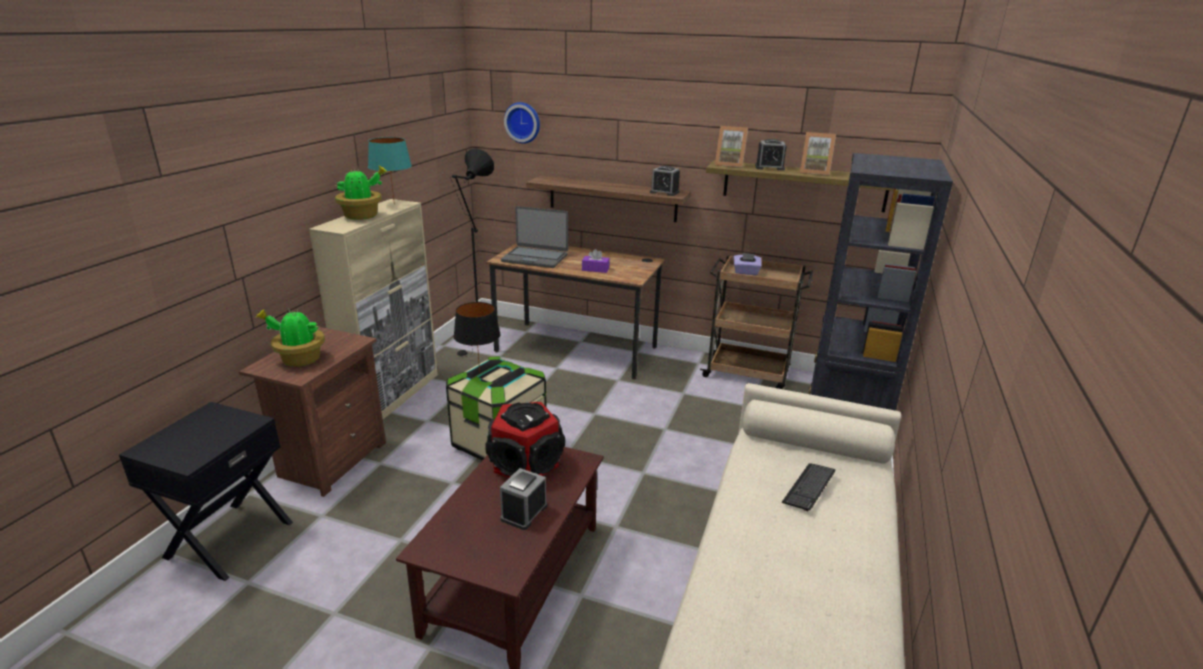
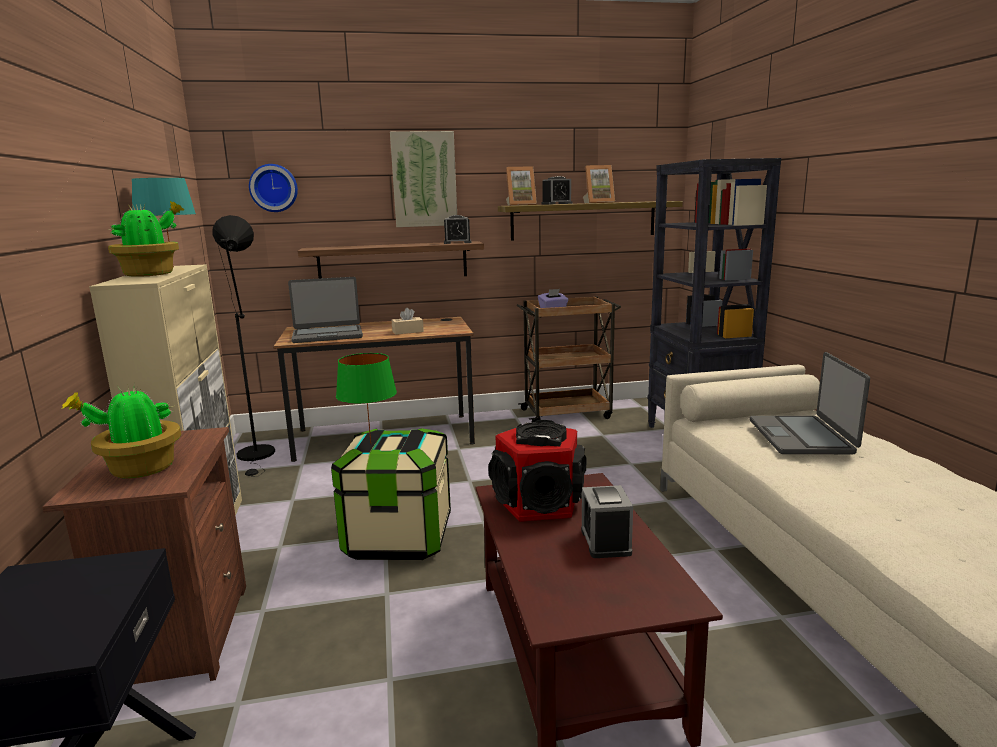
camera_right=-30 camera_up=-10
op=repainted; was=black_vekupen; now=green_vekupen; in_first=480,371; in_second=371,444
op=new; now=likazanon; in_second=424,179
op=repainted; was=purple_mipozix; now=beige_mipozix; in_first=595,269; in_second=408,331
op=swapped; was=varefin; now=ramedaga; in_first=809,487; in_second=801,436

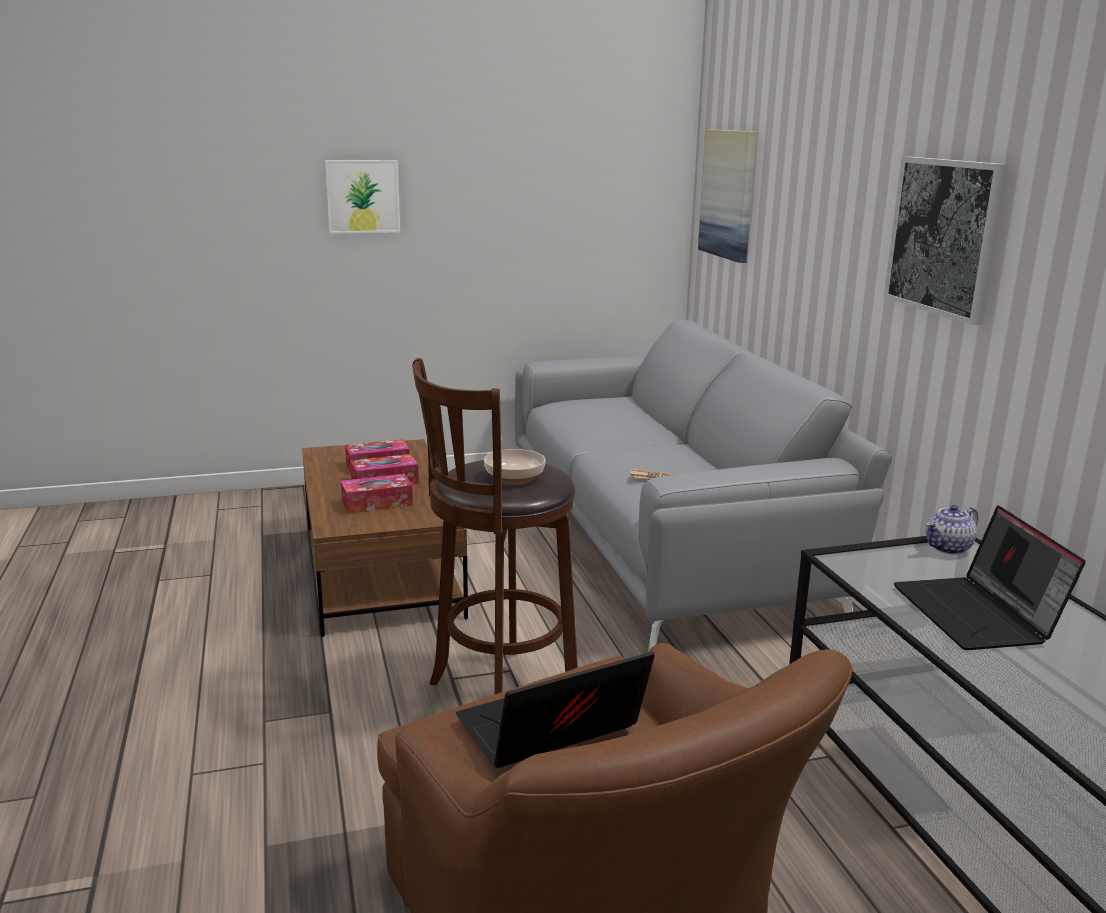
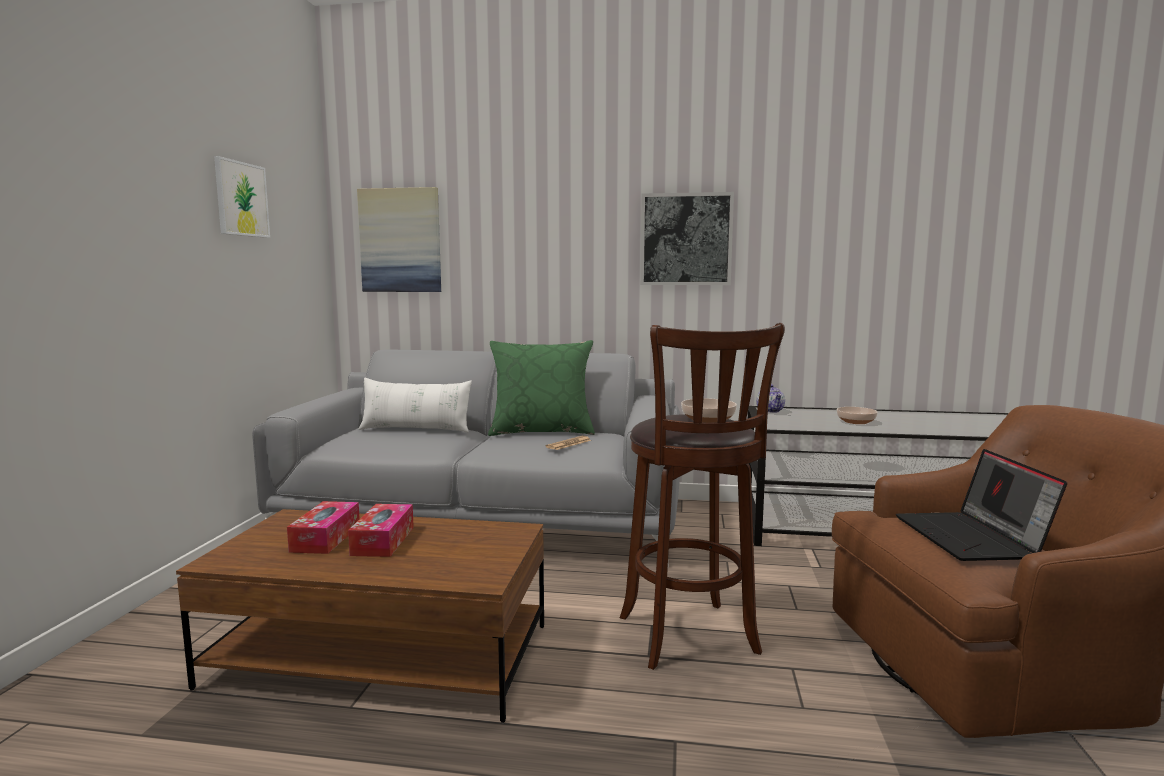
camera_right=-65 camera_up=-10
op=shifted; was=likazanon; in_first=363,196; in_second=241,199
op=new; now=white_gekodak; in_second=415,429
op=new; now=green_gekodak; in_second=542,431
op=swapped; was=ramedaga; now=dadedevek; in_first=978,615; in_second=856,421
op=gone; was=mipozix; in_first=377,503

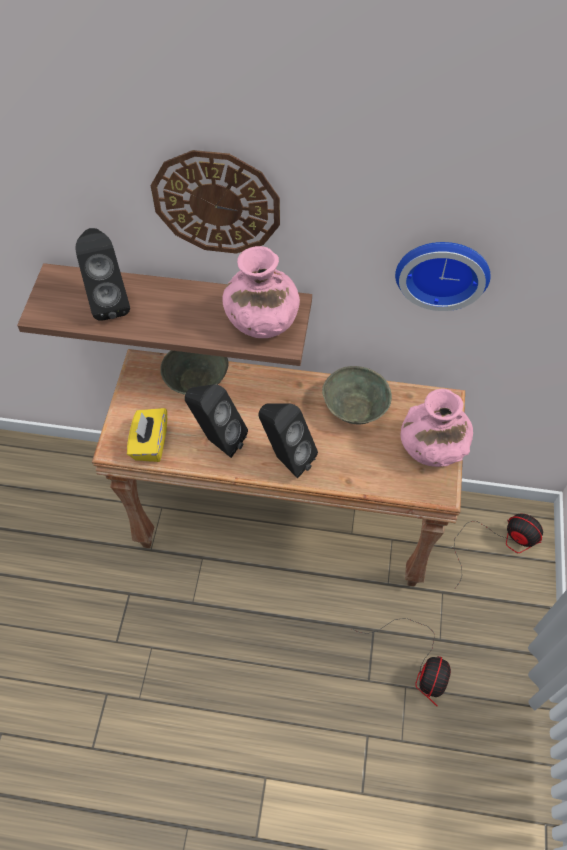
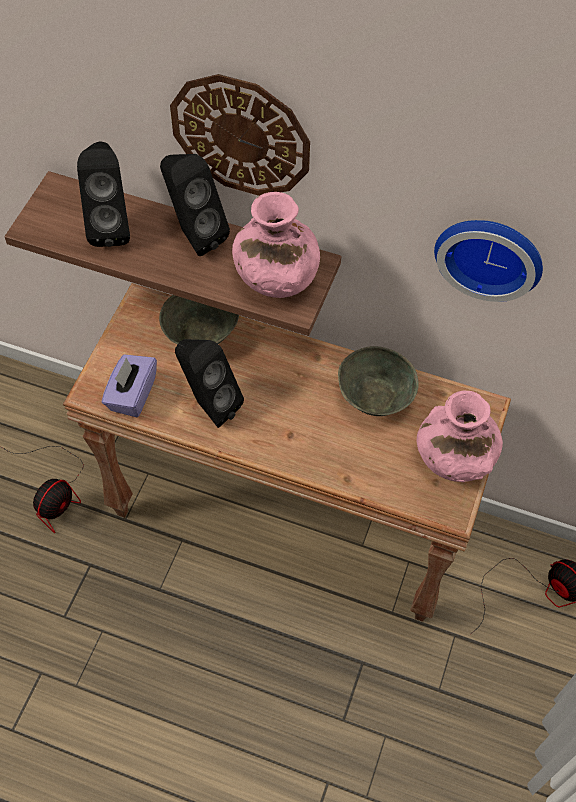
camera_right=10 camera_up=0
op=shifted; was=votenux; in_first=419,664; in_second=55,492
op=repainted; was=yellow_mipozix; now=purple_mipozix; in_first=150,443; in_second=132,395
op=shifted; was=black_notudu; in_first=285,458; in_second=194,235

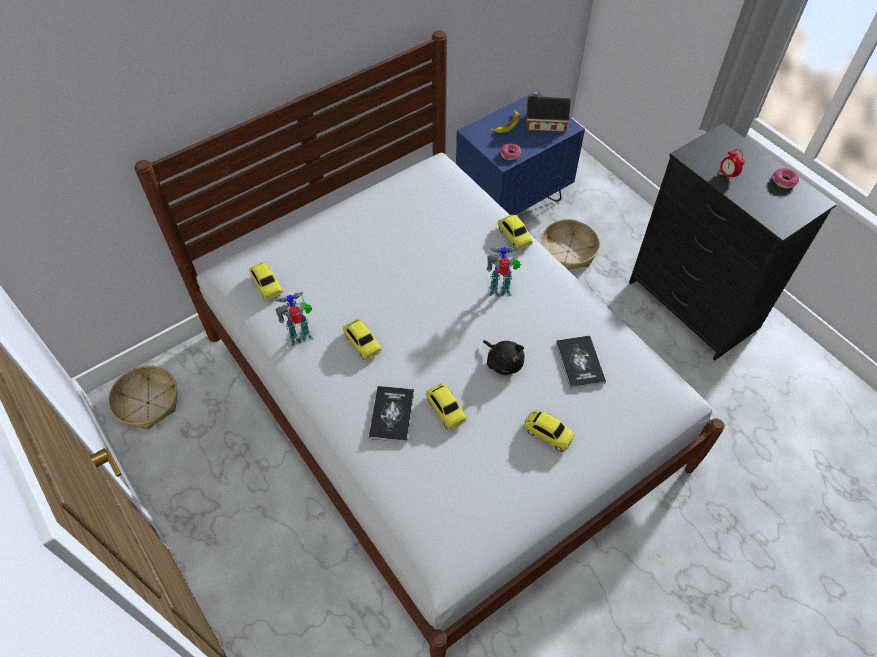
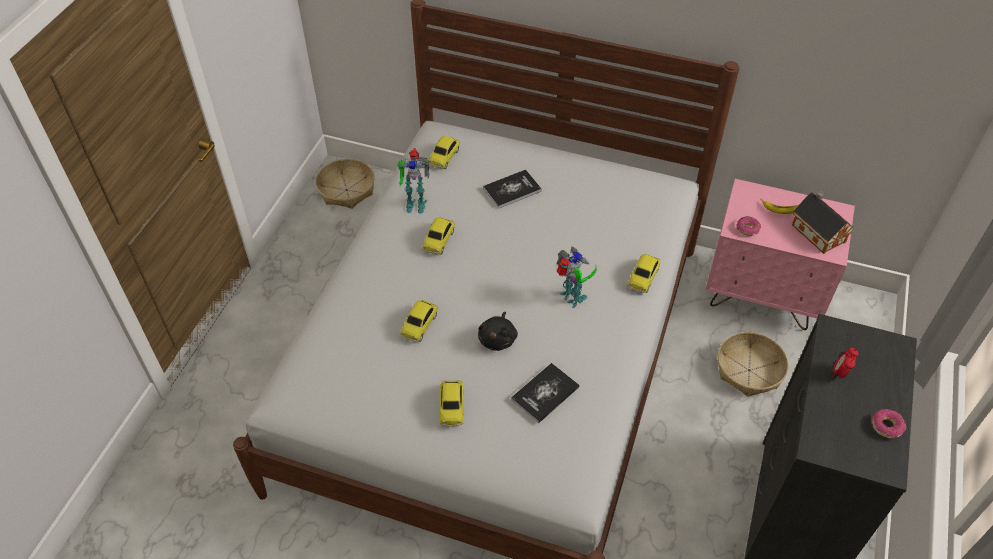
camera_right=55 camera_up=-5
op=rotated; was=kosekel; in_first=302,337; in_second=415,203; clockwise=150
op=shifted; was=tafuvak; in_first=392,414; in_second=512,190
op=repainted; was=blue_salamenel; now=pink_salamenel; in_first=512,202; in_second=762,295

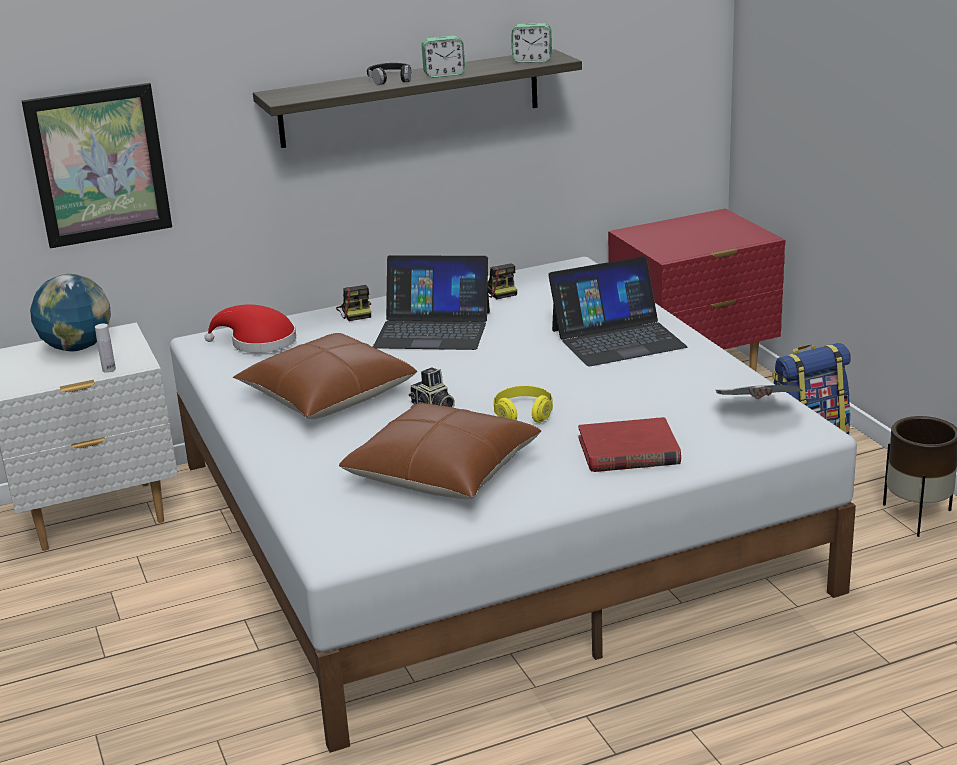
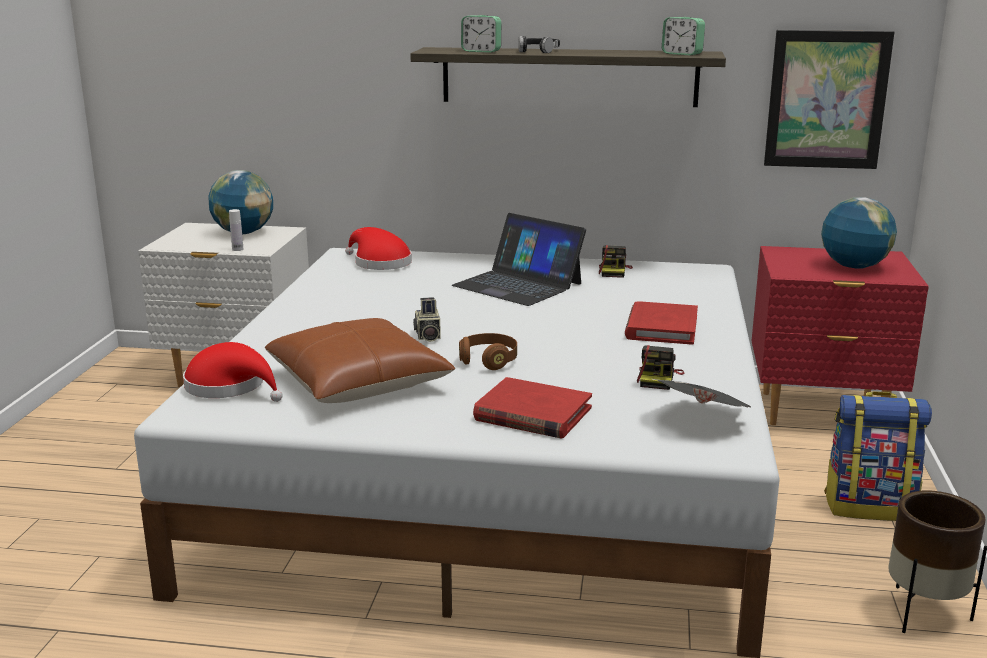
camera_right=30 camera_up=-5
op=new; now=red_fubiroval; in_second=230,387
op=repainted; was=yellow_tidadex; now=brown_tidadex; in_first=523,415; in_second=488,361
op=shifted; was=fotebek; in_first=444,74; in_second=481,51
op=swapped; was=ramedaga; now=red_tafuvak; in_first=617,338; in_second=661,328
op=shifted; was=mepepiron; in_first=356,312; in_second=658,378
op=shifted; was=likazanon; in_first=99,165; in_second=826,100
op=new; now=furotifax; in_second=854,266
op=gone; was=brown_gekodak; in_first=327,395

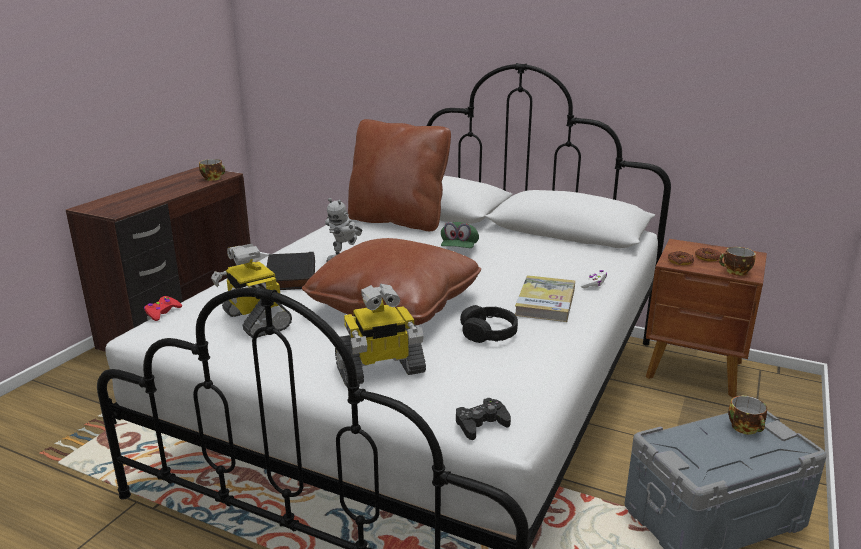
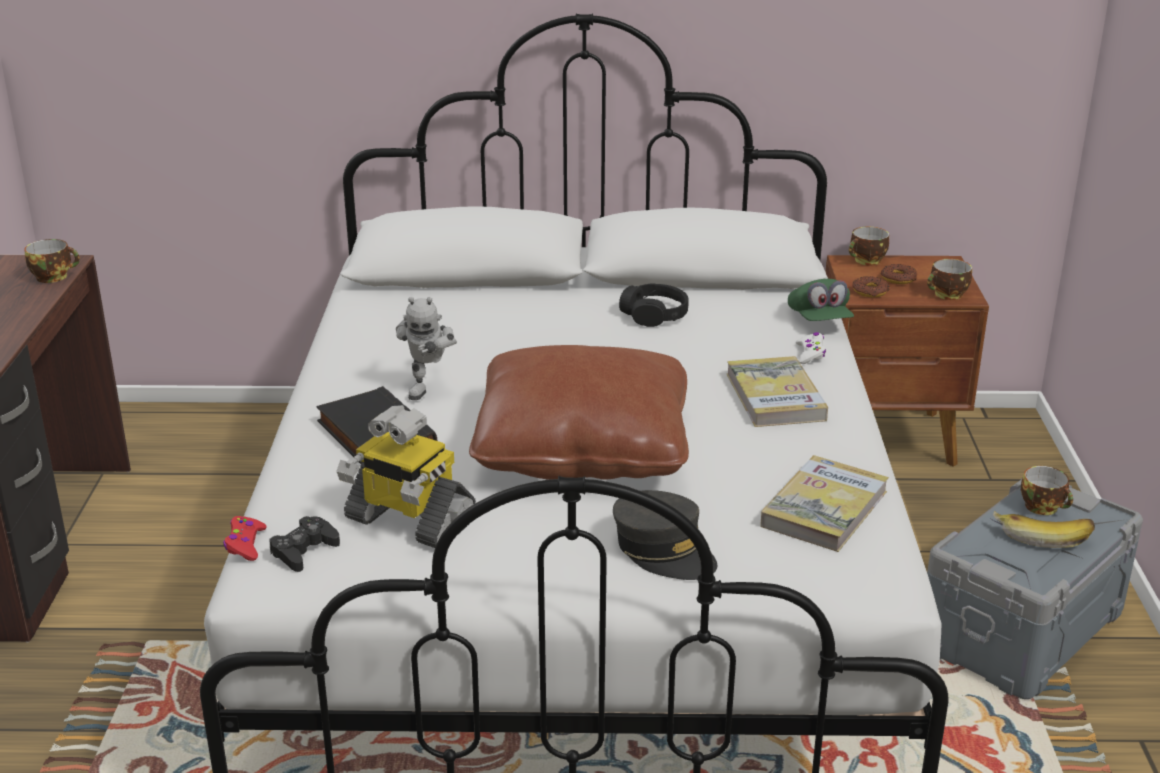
camera_right=-25 camera_up=5
op=shifted; was=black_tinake; in_first=481,424; in_second=304,551
op=swapped; was=kosekel; now=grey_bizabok; in_first=380,370; in_second=664,550
op=shifted; was=black_tidadex; in_first=489,333; in_second=654,314
op=new; now=tafuvak; in_second=824,508
op=shifted; was=green_bizabok; in_first=459,250; in_second=819,320
op=new; now=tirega; in_second=867,261
op=new; now=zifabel; in_second=1042,536
op=gone; was=brown_gekodak; in_first=398,221

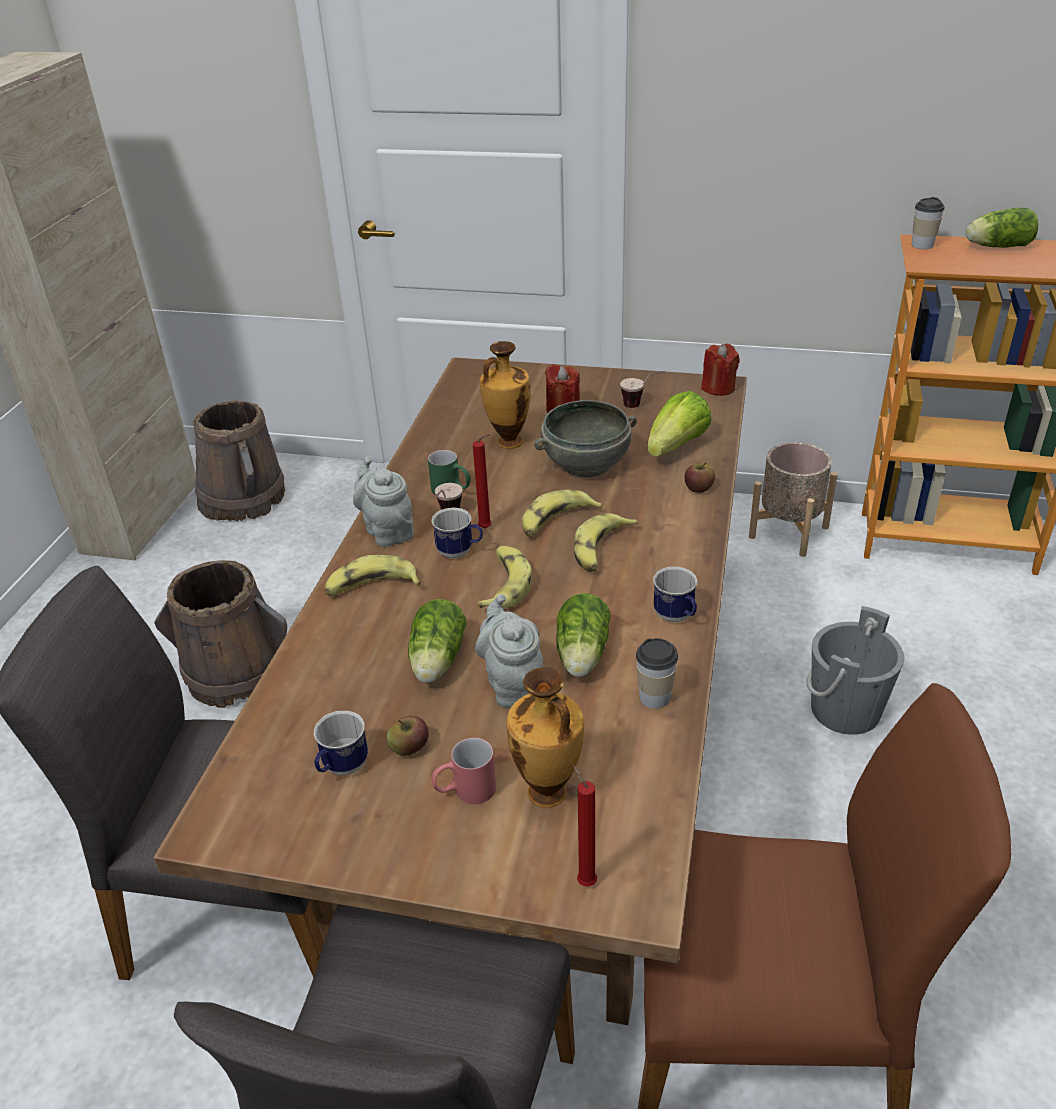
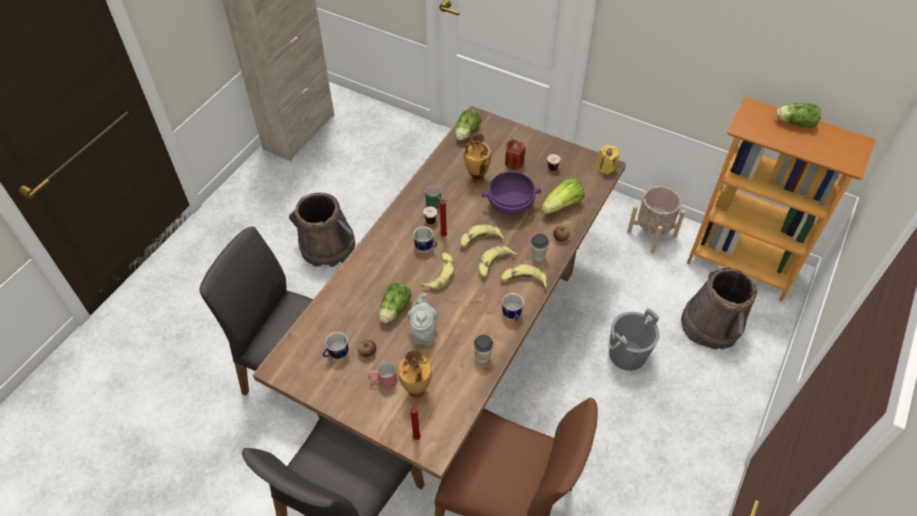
camera_right=15 camera_up=15
op=shifted; was=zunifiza; in_first=582,656; in_second=466,133
op=repainted; was=grey_dadedevek; now=purple_dadedevek; in_first=586,463; in_second=510,205
op=shifted; was=zifabel; in_first=371,587; in_second=523,280
op=shifted; was=tirega; in_first=922,245; in_second=538,256
op=repainted; was=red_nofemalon; now=yellow_nofemalon; in_first=718,388; in_second=605,167
op=shifted; was=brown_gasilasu; in_first=243,498; in_second=711,325
op=gone; was=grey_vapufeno; in_first=387,530

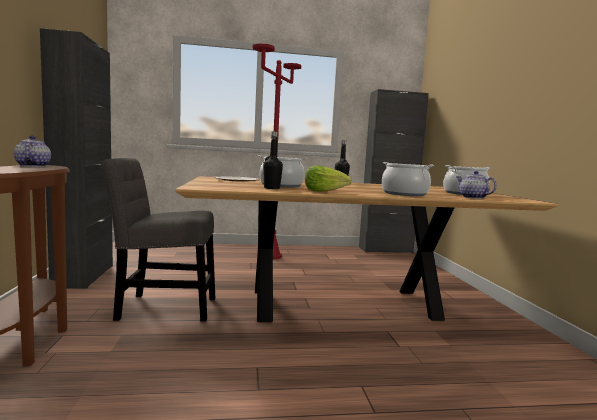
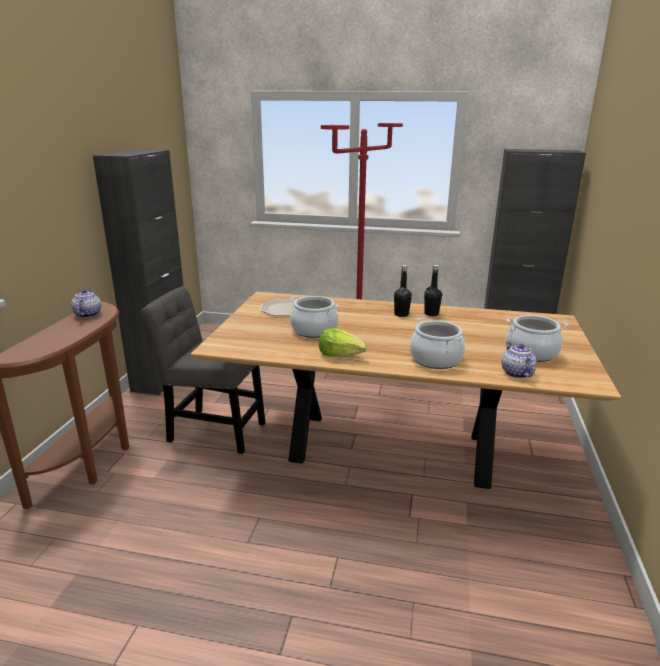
camera_right=20 camera_up=15
op=shifted; was=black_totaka; in_first=272,188; in_second=431,314

